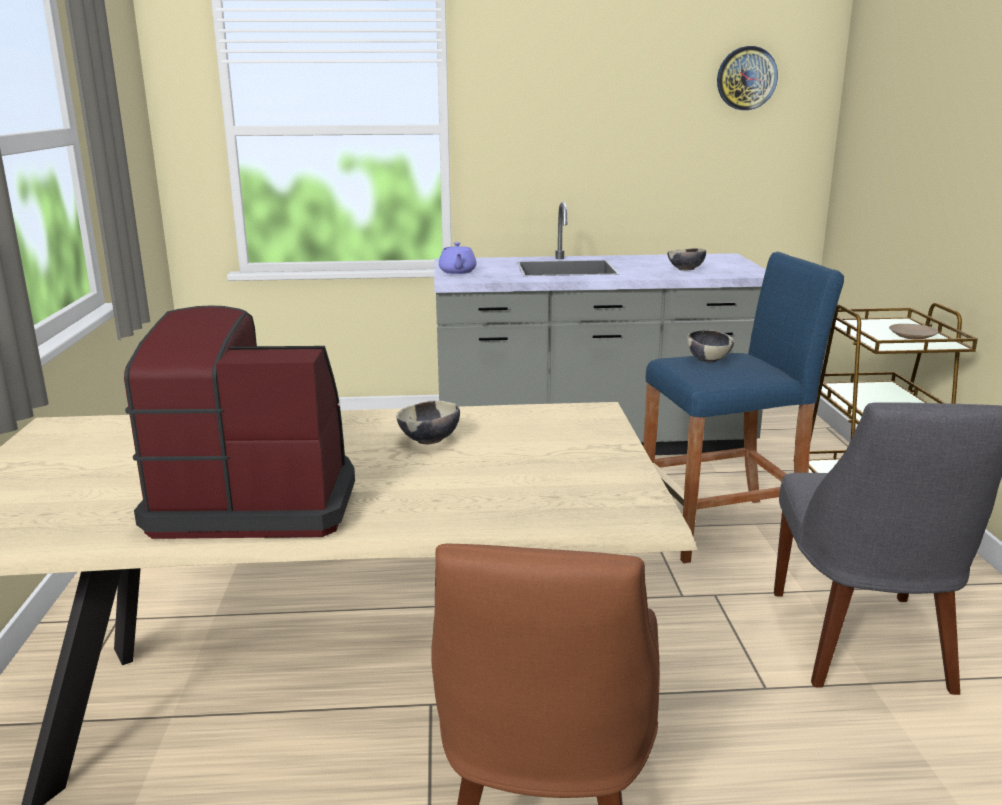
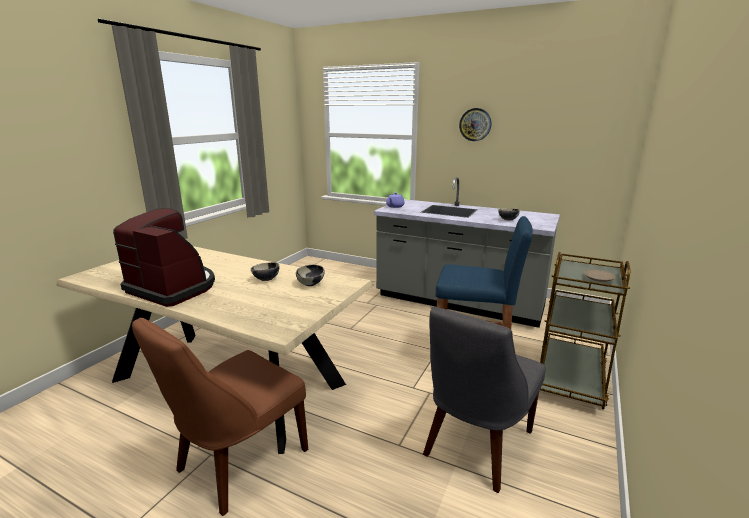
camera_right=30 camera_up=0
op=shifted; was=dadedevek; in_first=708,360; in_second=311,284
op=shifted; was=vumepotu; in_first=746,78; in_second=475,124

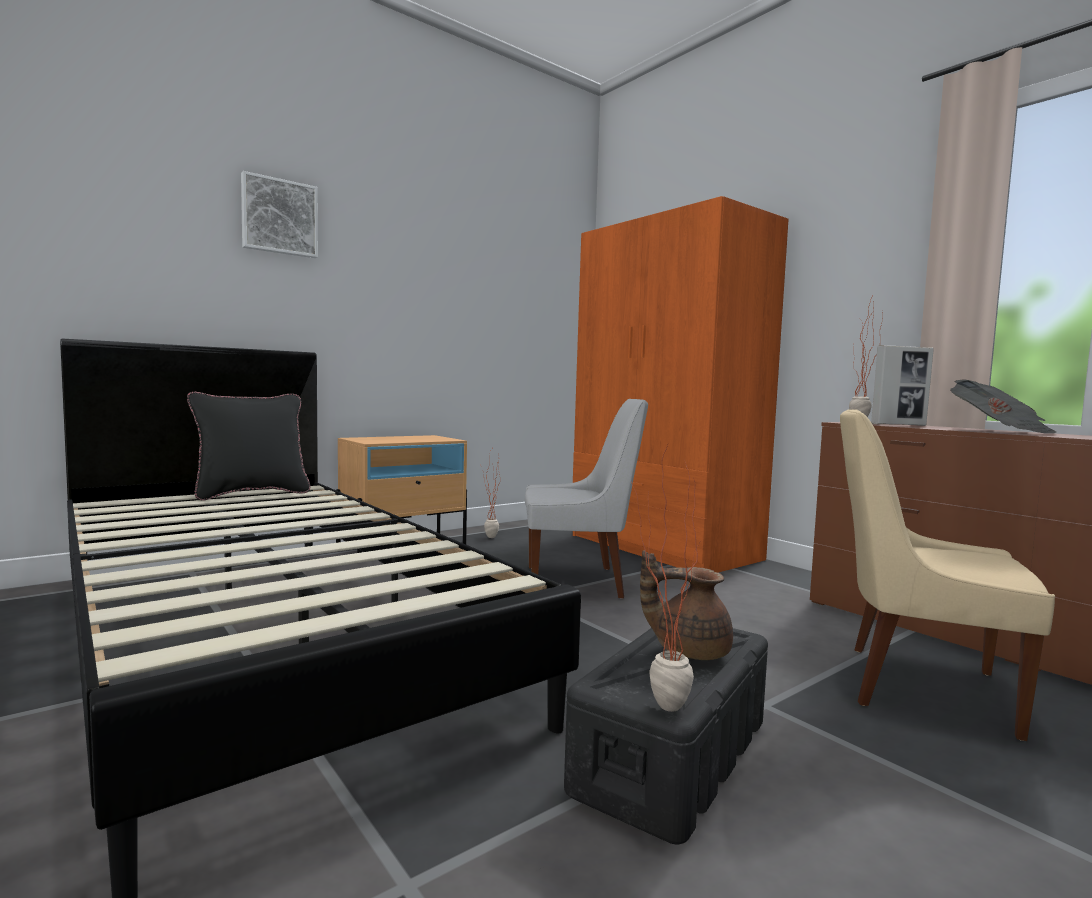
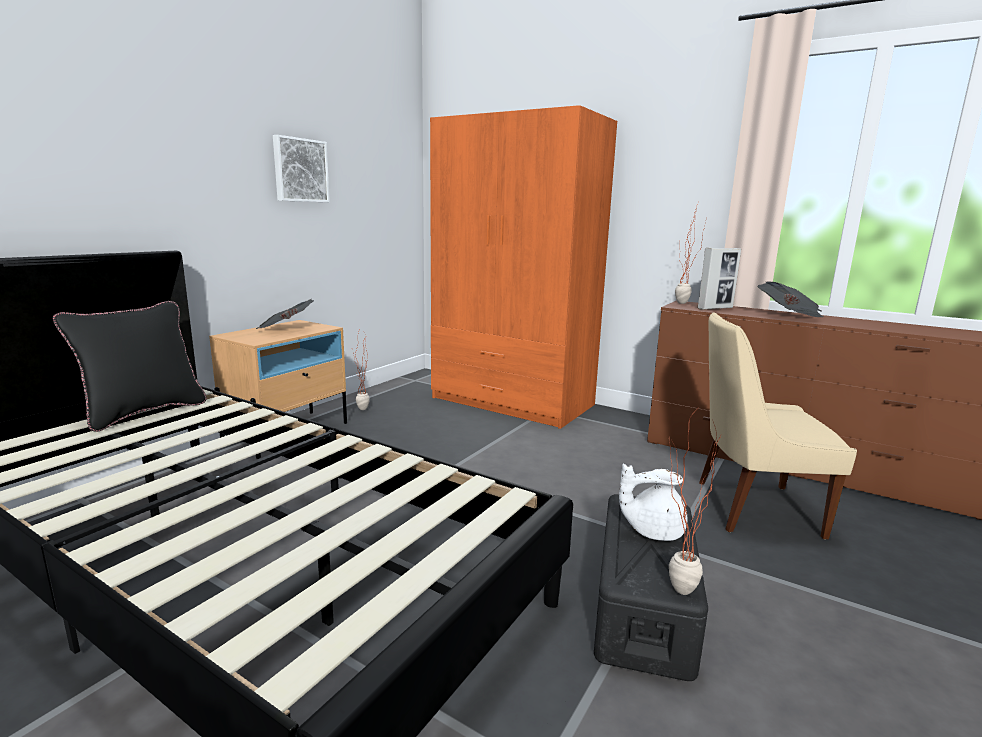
camera_right=-20 camera_up=10
op=new; now=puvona; in_second=286,329
op=shifted; was=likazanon; in_first=279,217; in_second=300,170
op=repainted; was=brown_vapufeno; now=white_vapufeno; in_first=688,650; in_second=652,530
op=gone; was=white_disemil; in_first=578,582

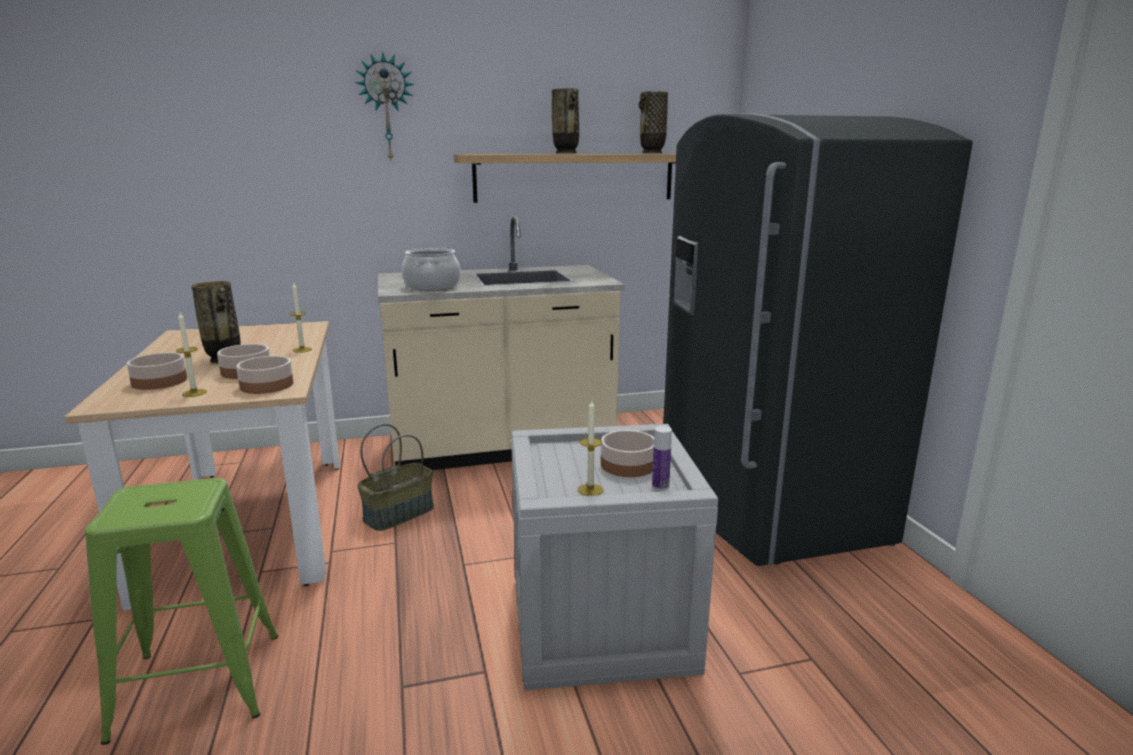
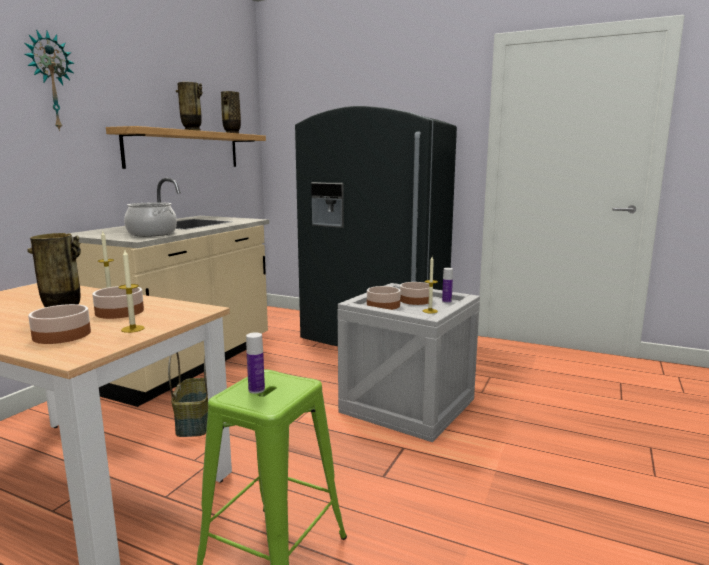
camera_right=-50 camera_up=-5
op=new; now=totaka; in_second=256,390
op=shifted; was=dadedevek; in_first=267,386; in_second=384,305

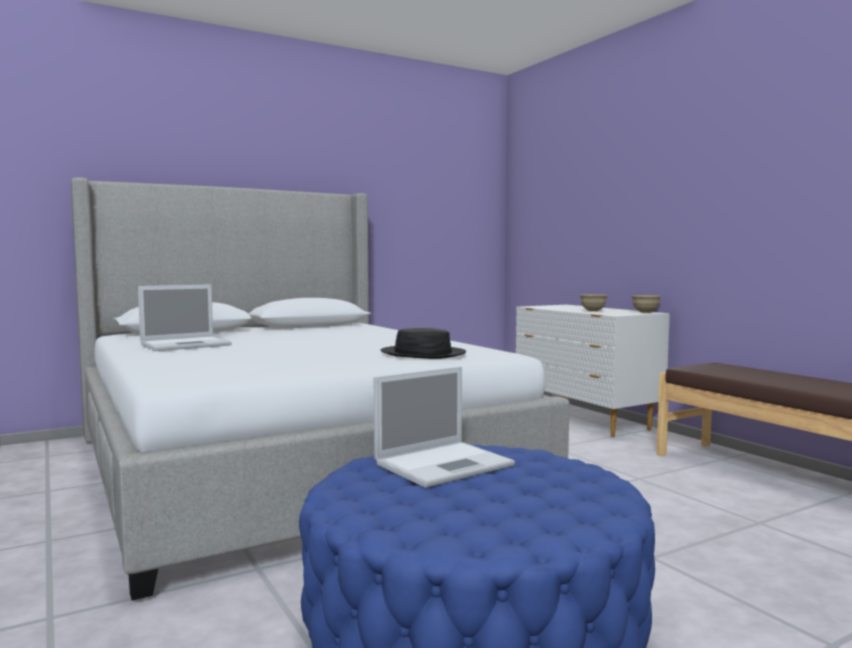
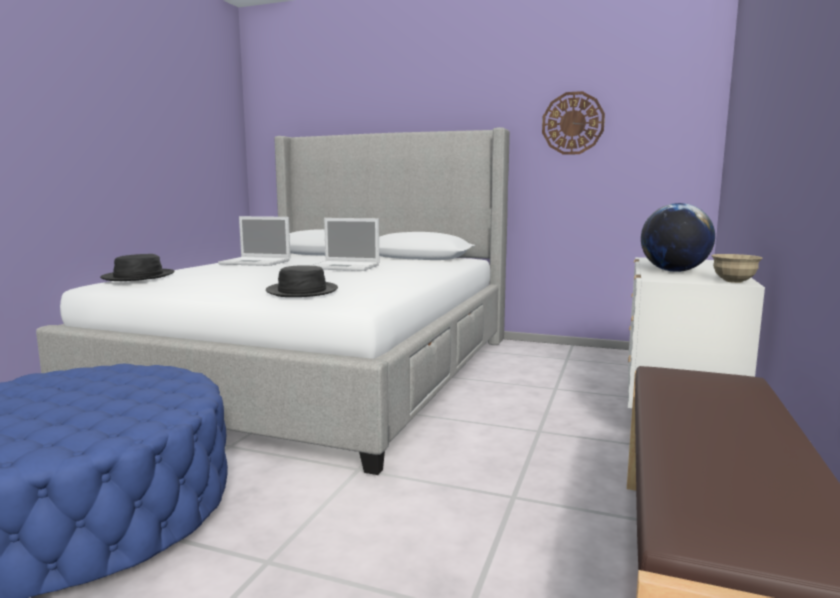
camera_right=50 camera_up=5
op=new; now=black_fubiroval; in_second=139,276
op=shifted; was=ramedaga; in_first=445,464; in_second=345,267
op=new; now=vumepotu; in_second=572,123
op=swapped; was=beige_dadedevek; now=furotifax; in_first=593,311; in_second=674,271

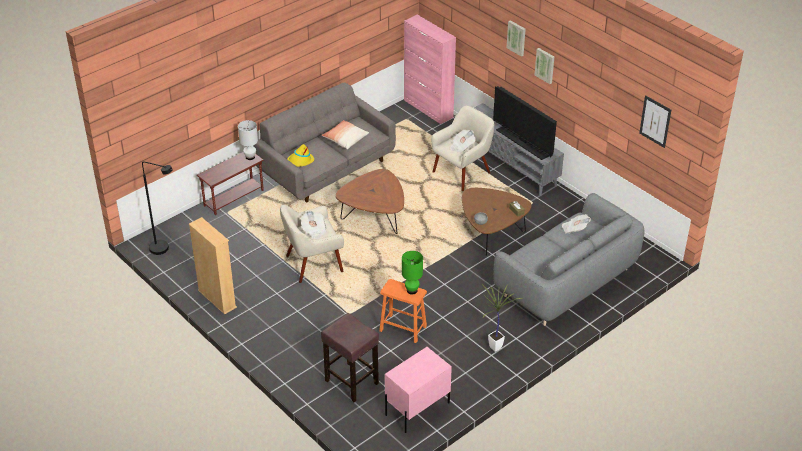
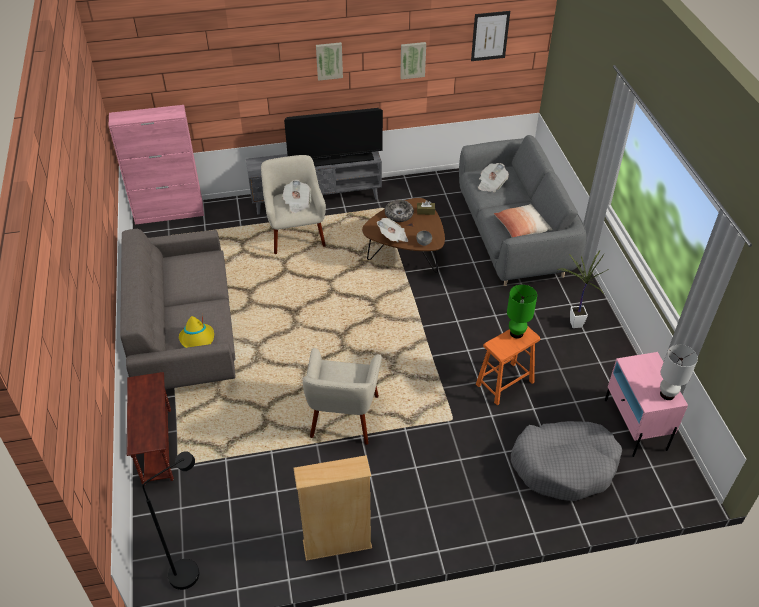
camera_right=-60 camera_up=5
op=shifted; was=puvona; in_first=314,230; in_second=393,237
op=new; now=dadedevek; in_second=399,214
op=shifted; was=likazanon; in_first=516,37; in_second=412,60
op=shifted; was=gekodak; in_first=345,139; in_second=521,228
op=swapped; was=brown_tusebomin; now=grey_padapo; in_first=350,381; in_second=564,465
op=shifted; was=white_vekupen; in_first=250,157; in_second=667,394
op=gone; was=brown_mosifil; in_first=374,217

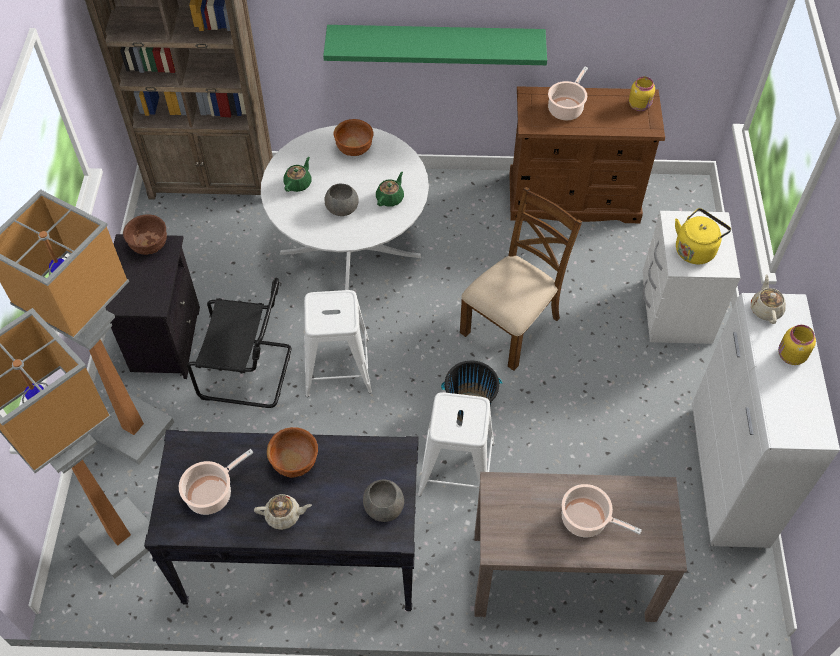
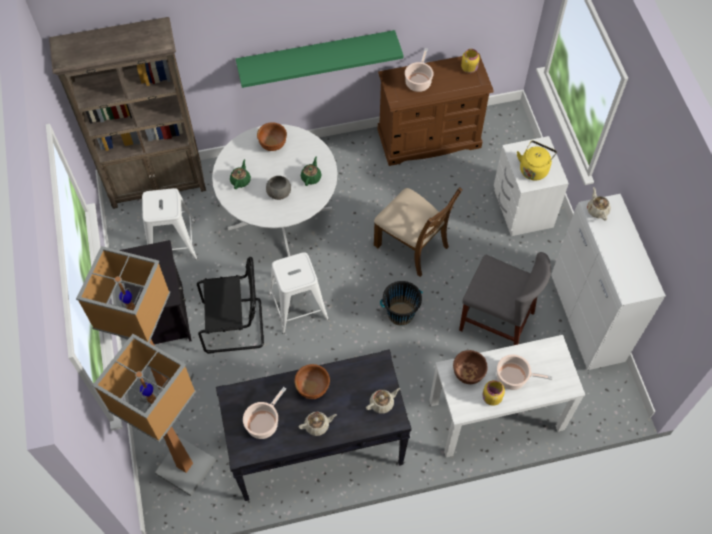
camera_right=-15 camera_up=5
op=shifted; was=white_tusebomin; in_first=457,469; in_second=173,242
op=swapped; was=grey_dadedevek; now=beige_vapufeno; in_first=384,507; in_second=382,403
op=rotated; was=brown_disemil; in_first=512,325; in_second=412,246; clockwise=105
op=repainted; was=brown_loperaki; now=white_loperaki; in_first=562,576; in_second=496,415
op=shifted; was=brown_dadedevek; in_first=150,246; in_second=468,373
op=new; now=grey_disemil; in_second=496,321
op=shifted; was=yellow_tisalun; in_first=790,356; in_second=491,398

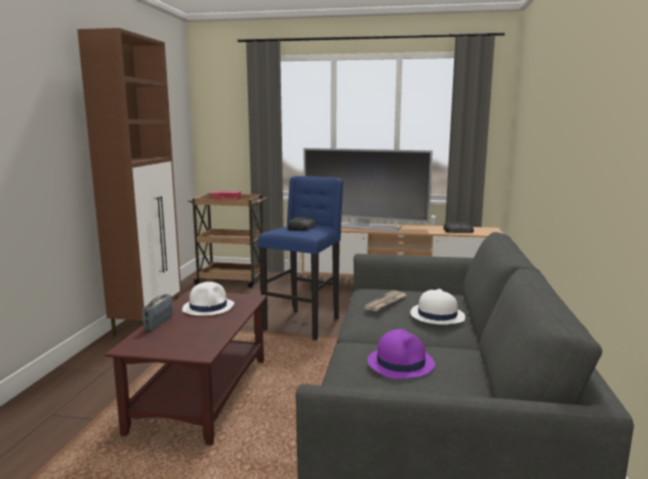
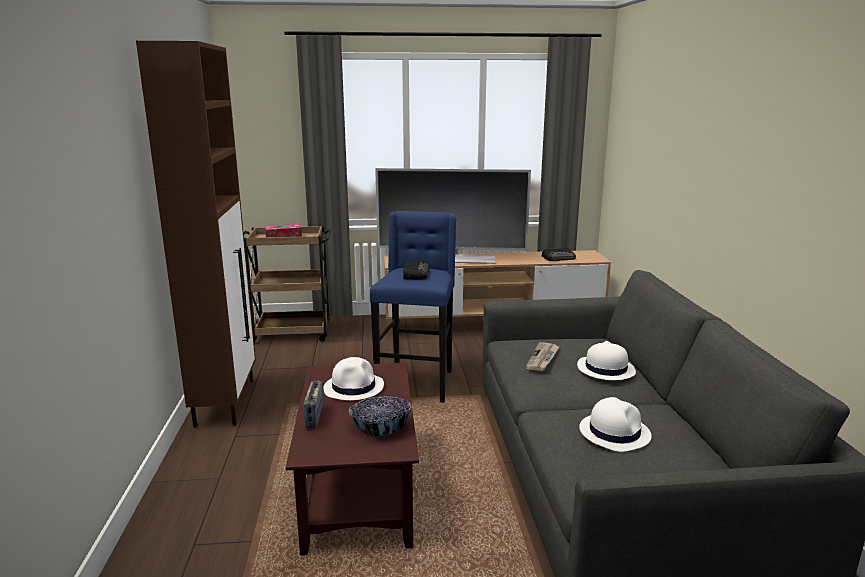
camera_right=-15 camera_up=5
op=new; now=dadedevek; in_second=380,426
op=repainted; was=purple_fubiroval; now=white_fubiroval; in_first=400,363; in_second=614,432

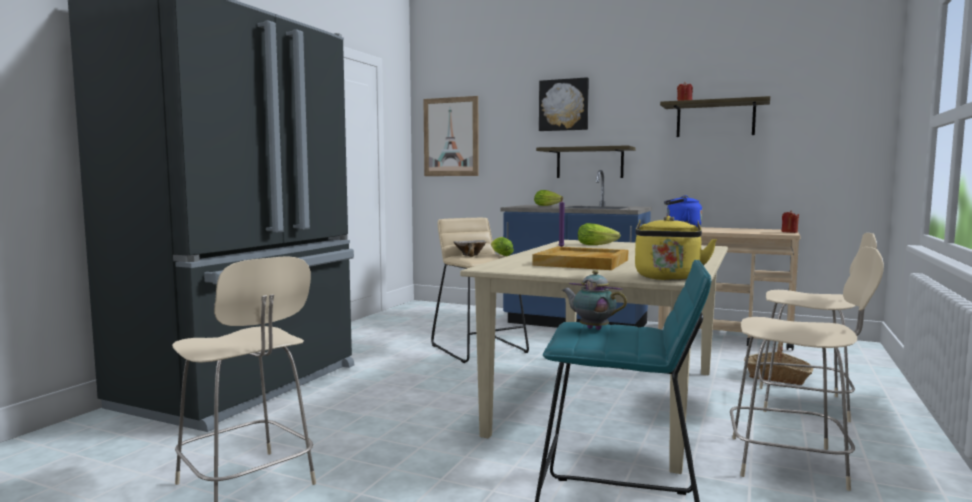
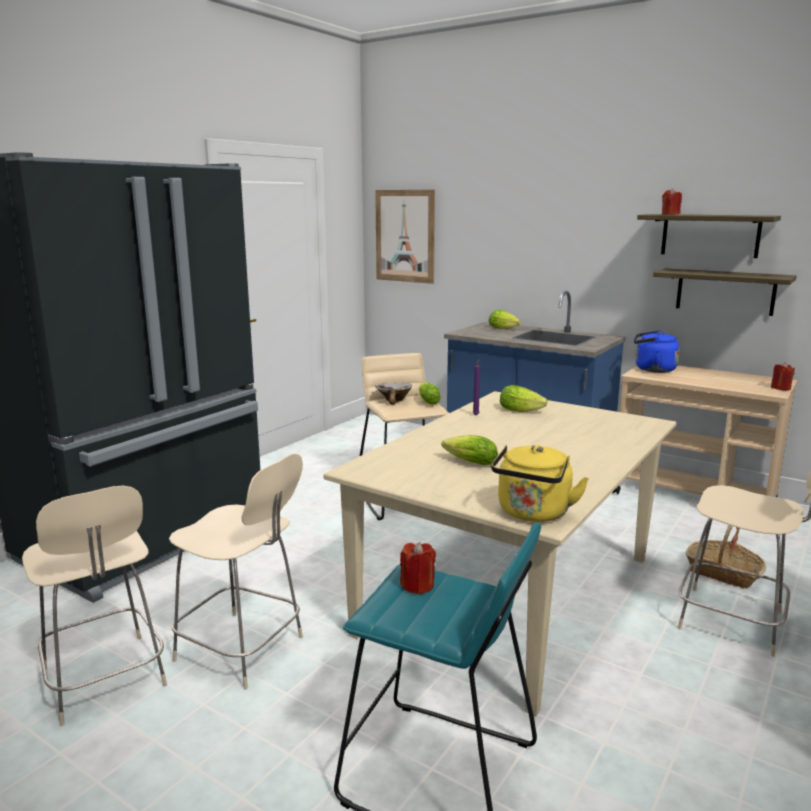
camera_right=10 camera_up=10
op=shifted; was=beige_disemil; in_first=792,463; in_second=243,650
op=swapped; was=vapufeno; now=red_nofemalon; in_first=592,328; in_second=417,585
op=swapped; was=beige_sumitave; now=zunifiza; in_first=582,263; in_second=467,462
op=shifted; was=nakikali; in_first=589,163; in_second=725,291
op=gone; was=likazanon; in_first=564,105

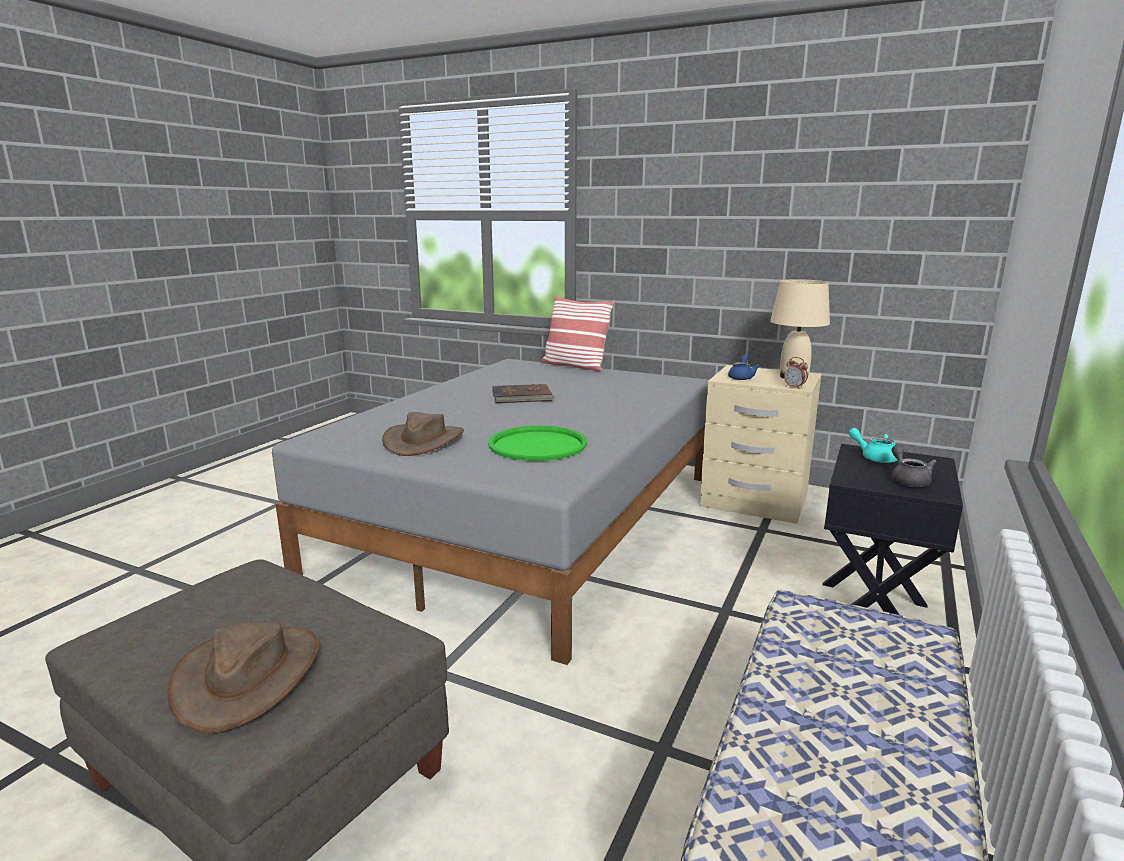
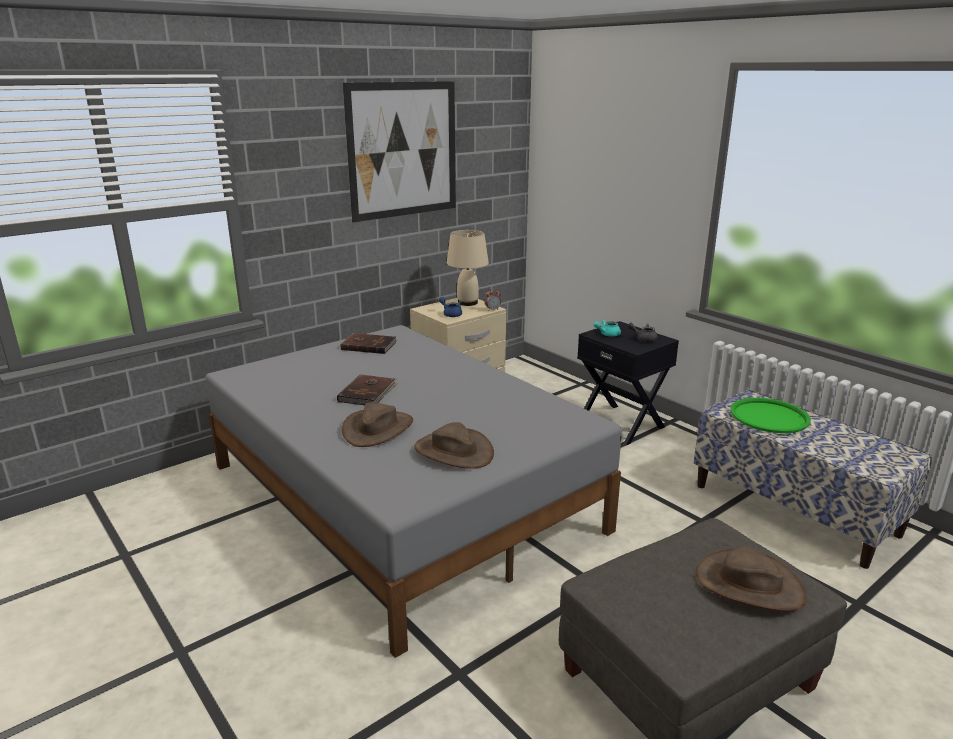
camera_right=-65 camera_up=5
op=new; now=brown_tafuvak; in_second=368,345
op=new; now=brown_fubiroval; in_second=377,429
op=new; now=likazanon; in_second=403,150
op=shifted; was=green_sumitave; in_first=537,445; in_second=769,416
op=gone; was=gekodak; in_first=575,366

